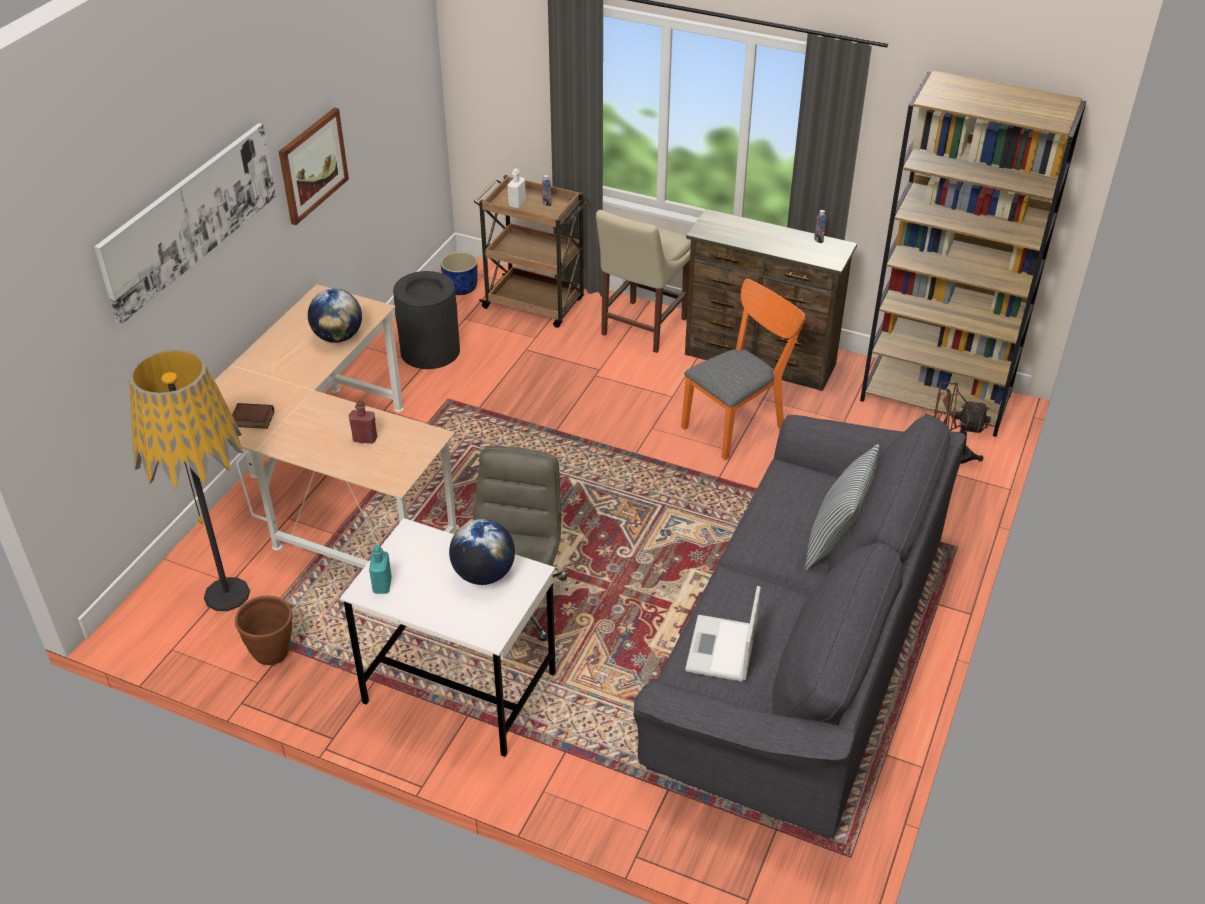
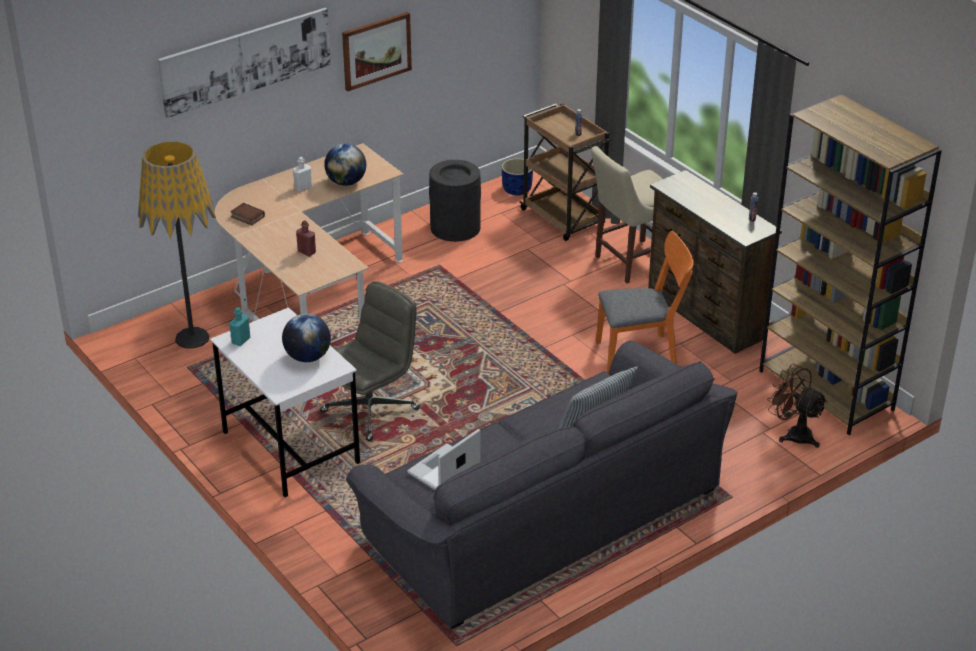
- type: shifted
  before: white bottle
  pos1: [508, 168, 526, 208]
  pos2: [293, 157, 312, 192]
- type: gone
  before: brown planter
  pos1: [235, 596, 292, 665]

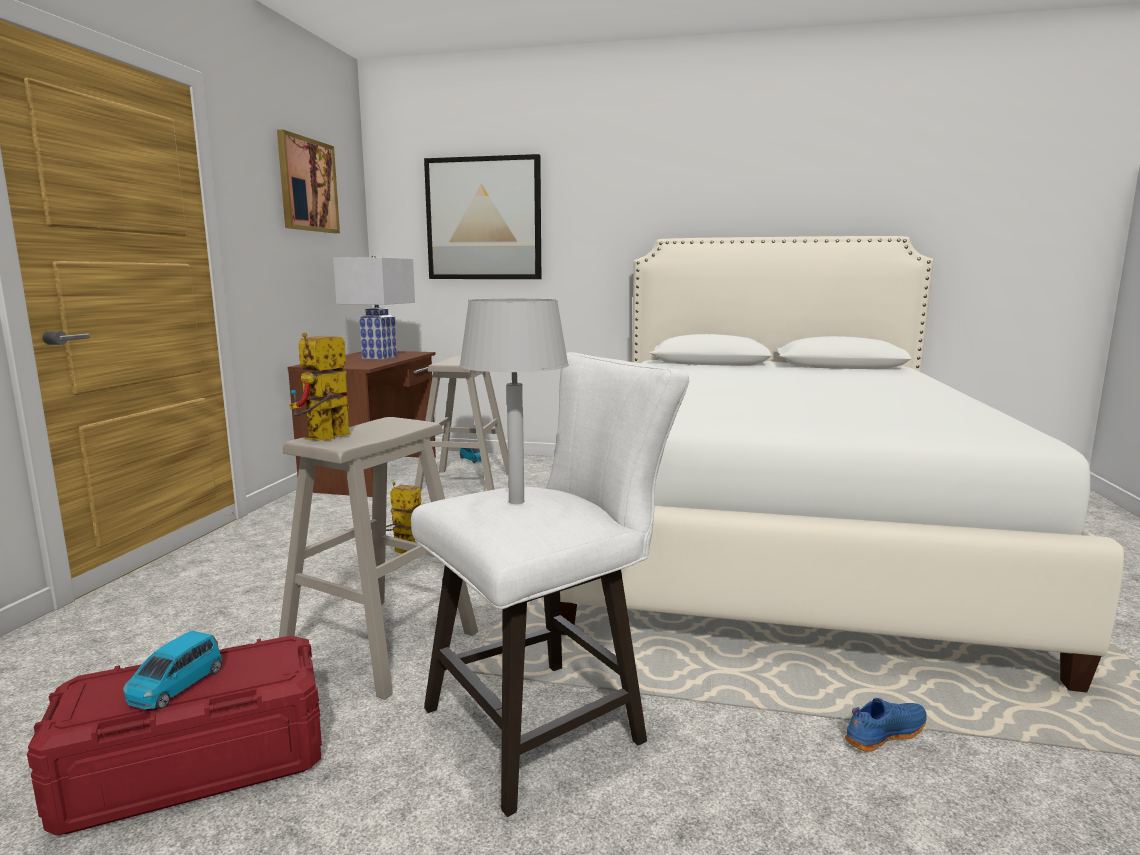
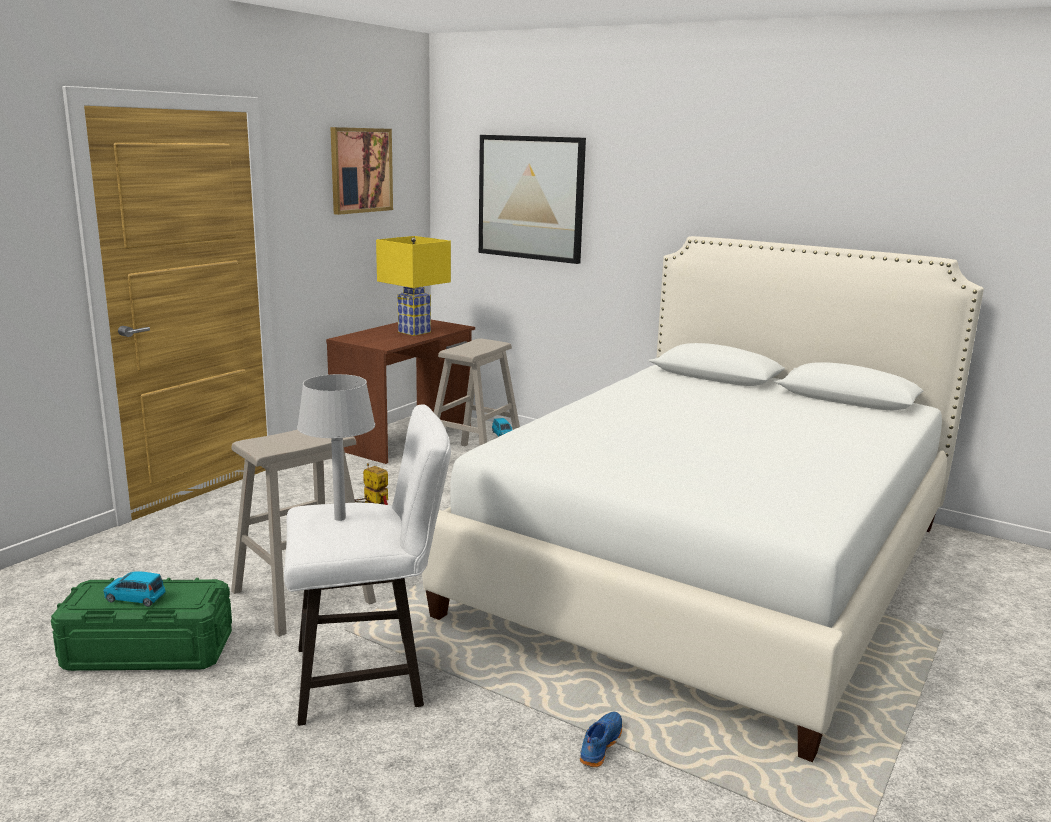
- type: repainted
  before: red storage box
  after: green storage box
  pos1: [27, 636, 322, 835]
  pos2: [51, 578, 232, 671]
- type: rotated
  before: blue toy car
  pos1: [123, 630, 222, 709]
  pos2: [103, 571, 165, 607]
  turn: 60
- type: repainted
  before: white table lamp
  after: yellow table lamp
  pos1: [333, 255, 415, 360]
  pos2: [376, 236, 451, 336]
- type: rotated
  before: blue shoe
  pos1: [845, 698, 926, 752]
  pos2: [580, 712, 622, 767]
  turn: -60
- type: gone
  before: toy robot
  pos1: [289, 333, 350, 441]

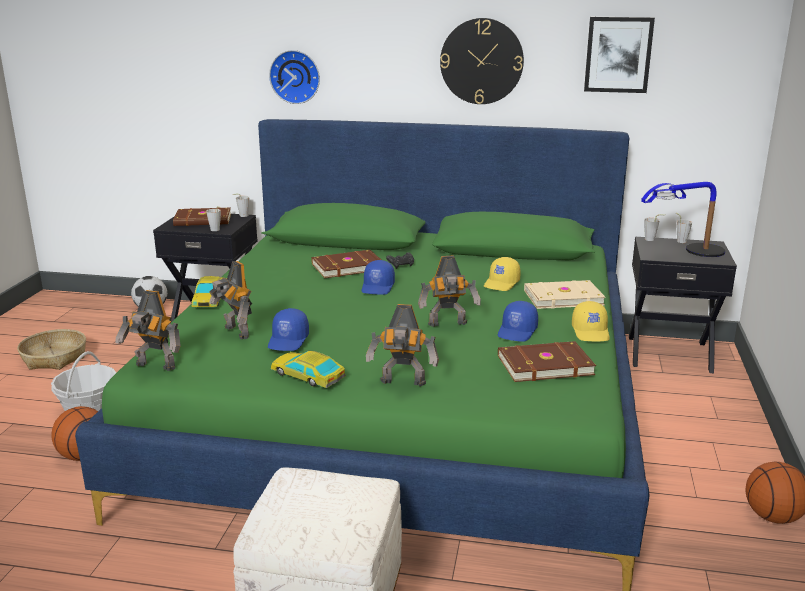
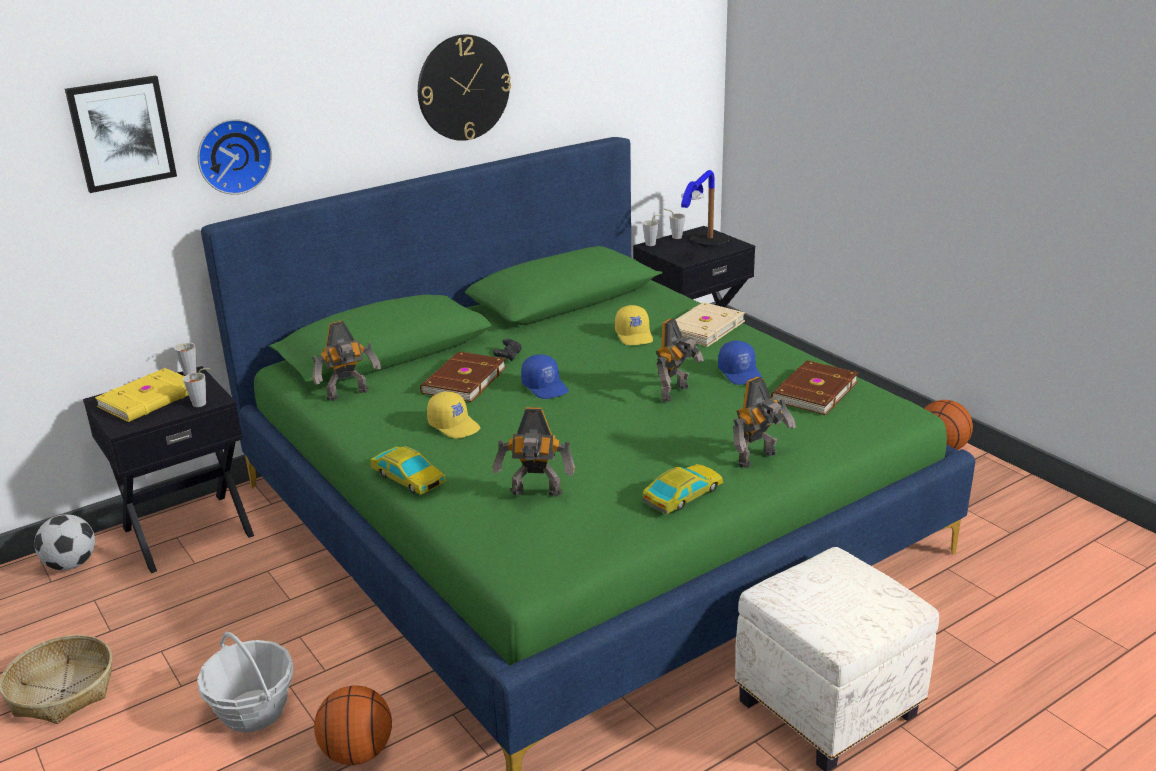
- type: shifted
  before: picture
  pos1: [584, 17, 655, 93]
  pos2: [65, 76, 177, 193]
- type: repainted
  before: brown book
  after: yellow book
  pos1: [173, 207, 231, 226]
  pos2: [95, 368, 188, 422]
- type: shifted
  before: toy robot
  pos1: [115, 290, 181, 371]
  pos2: [312, 321, 381, 401]
- type: shifted
  before: yellow cap
  pos1: [572, 301, 610, 342]
  pos2: [427, 391, 480, 439]
- type: rotated
  before: toy car
  pos1: [271, 351, 346, 388]
  pos2: [642, 464, 723, 514]
  turn: 150
- type: gone
  before: blue cap
  pos1: [268, 308, 309, 351]

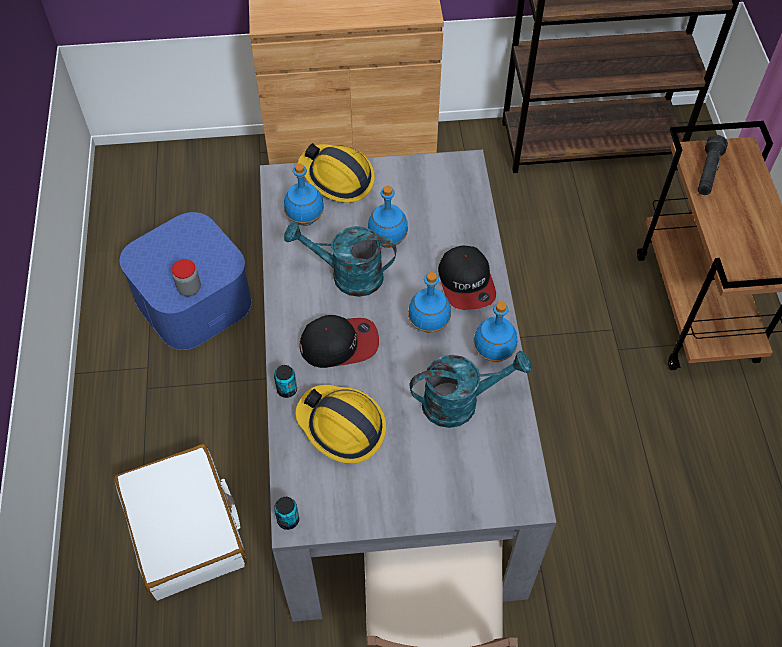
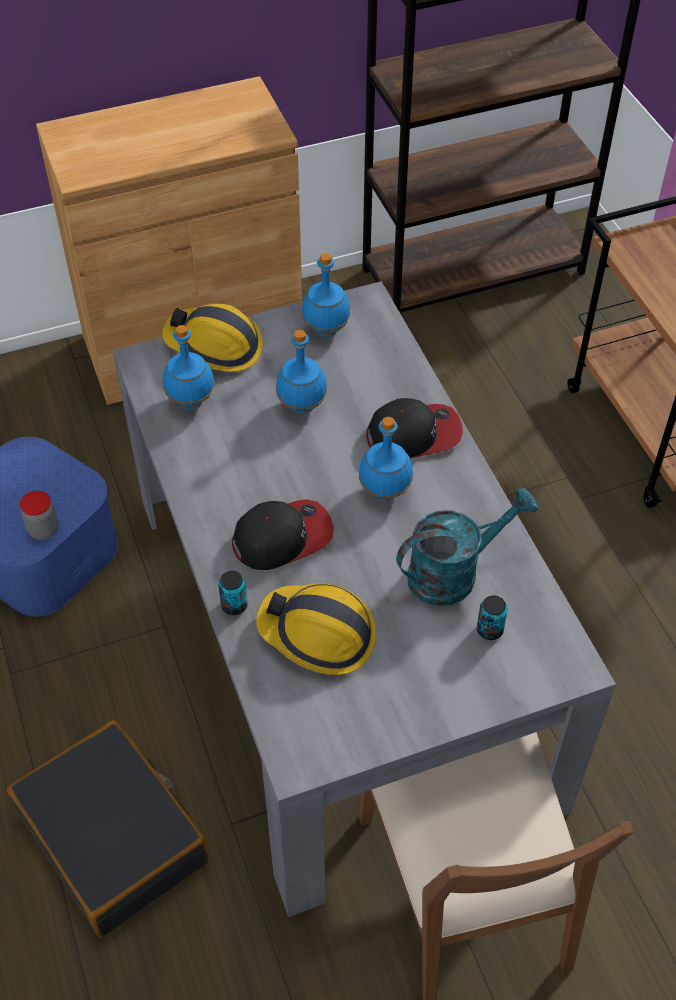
- type: repainted
  before: white suitcase
  after: black suitcase
  pos1: [114, 444, 247, 601]
  pos2: [7, 720, 208, 937]
- type: shifted
  before: blue bottle
  pos1: [473, 302, 517, 362]
  pos2: [302, 253, 350, 337]
- type: rotated
  before: cap
  pos1: [438, 246, 496, 310]
  pos2: [366, 398, 463, 458]
  turn: -75
- type: shifted
  before: can
  pos1: [274, 497, 299, 530]
  pos2: [477, 595, 508, 640]
- type: gone
  before: turquoise watering can
  pos1: [284, 222, 397, 297]
- type: gone
  before: black flashlight
  pos1: [698, 135, 728, 195]

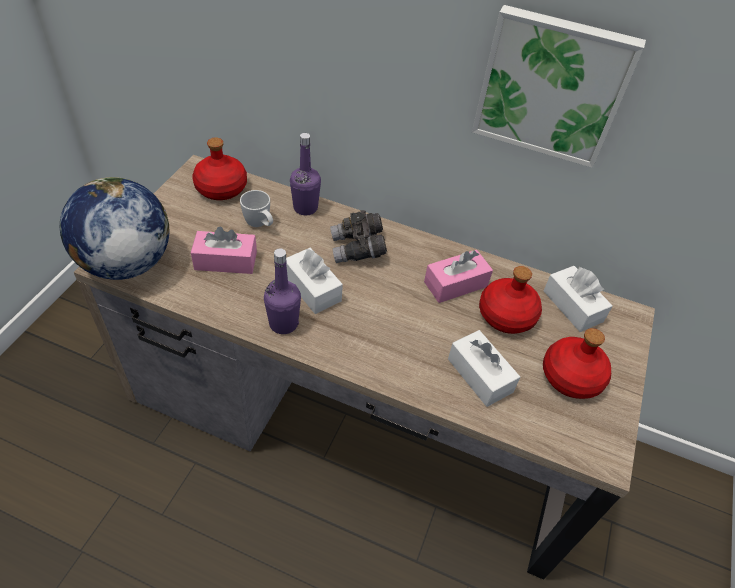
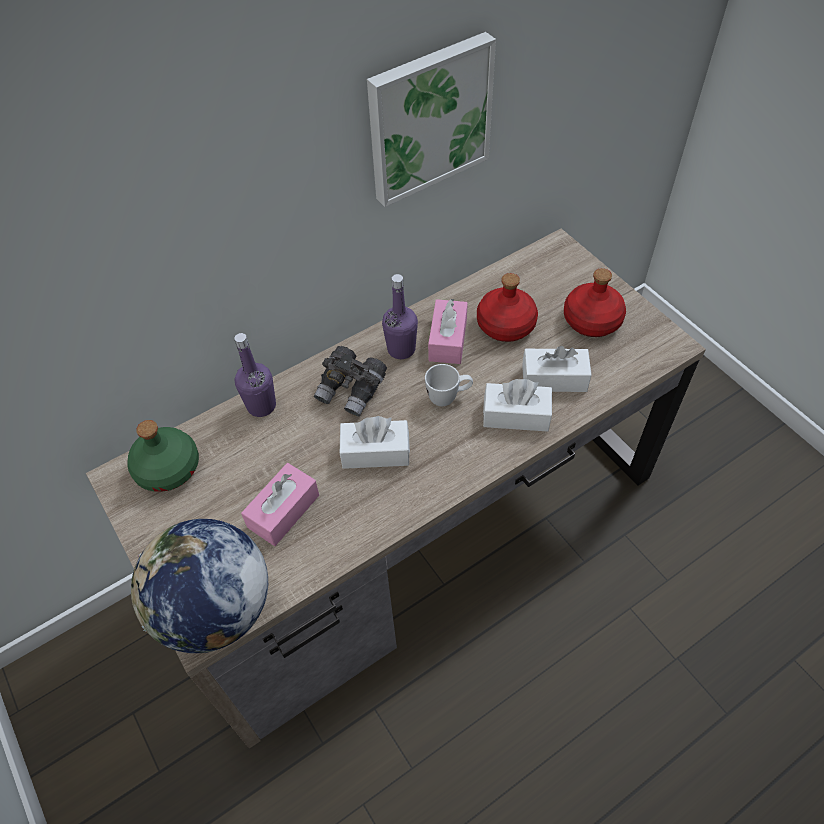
- type: repainted
  before: red bottle
  after: green bottle
  pos1: [192, 137, 247, 200]
  pos2: [127, 420, 199, 492]
- type: shifted
  before: purple bottle
  pos1: [264, 248, 301, 334]
  pos2: [382, 274, 418, 359]
- type: shifted
  before: white mug
  pos1: [240, 190, 273, 227]
  pos2: [425, 364, 473, 406]
- type: shifted
  before: white tissue box
  pos1: [544, 266, 613, 332]
  pos2: [483, 379, 552, 432]

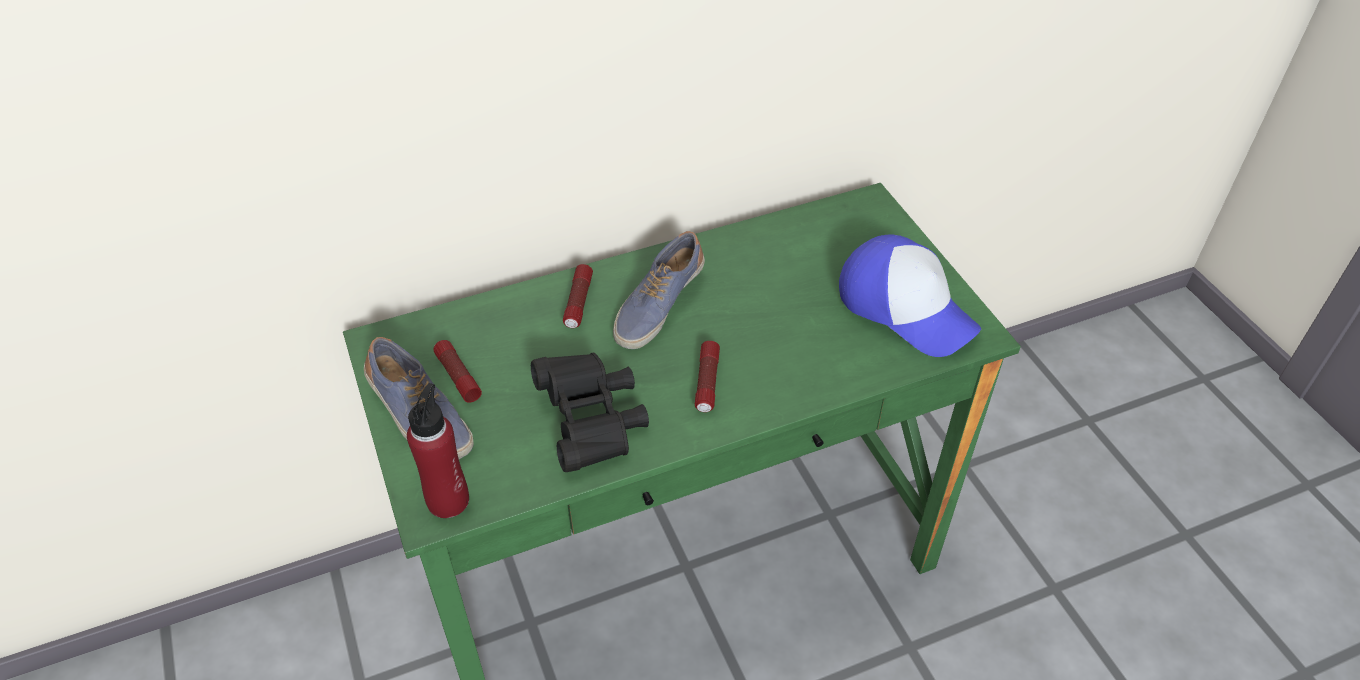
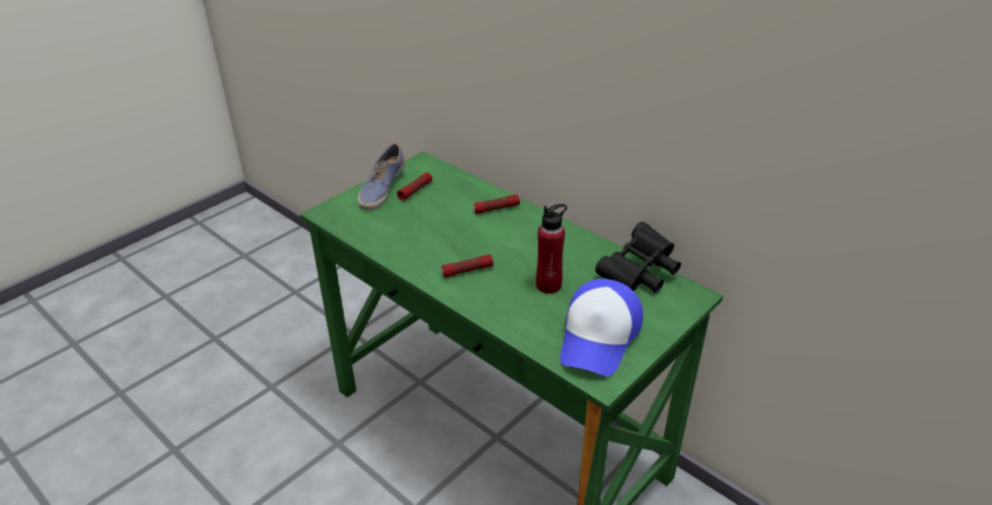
- type: shifted
  before: red bottle
  pos1: [407, 383, 469, 518]
  pos2: [536, 204, 567, 294]
- type: shifted
  before: black binoculars
  pos1: [531, 353, 649, 472]
  pos2: [595, 222, 681, 293]
- type: gone
  before: shoe
  pos1: [613, 231, 705, 349]

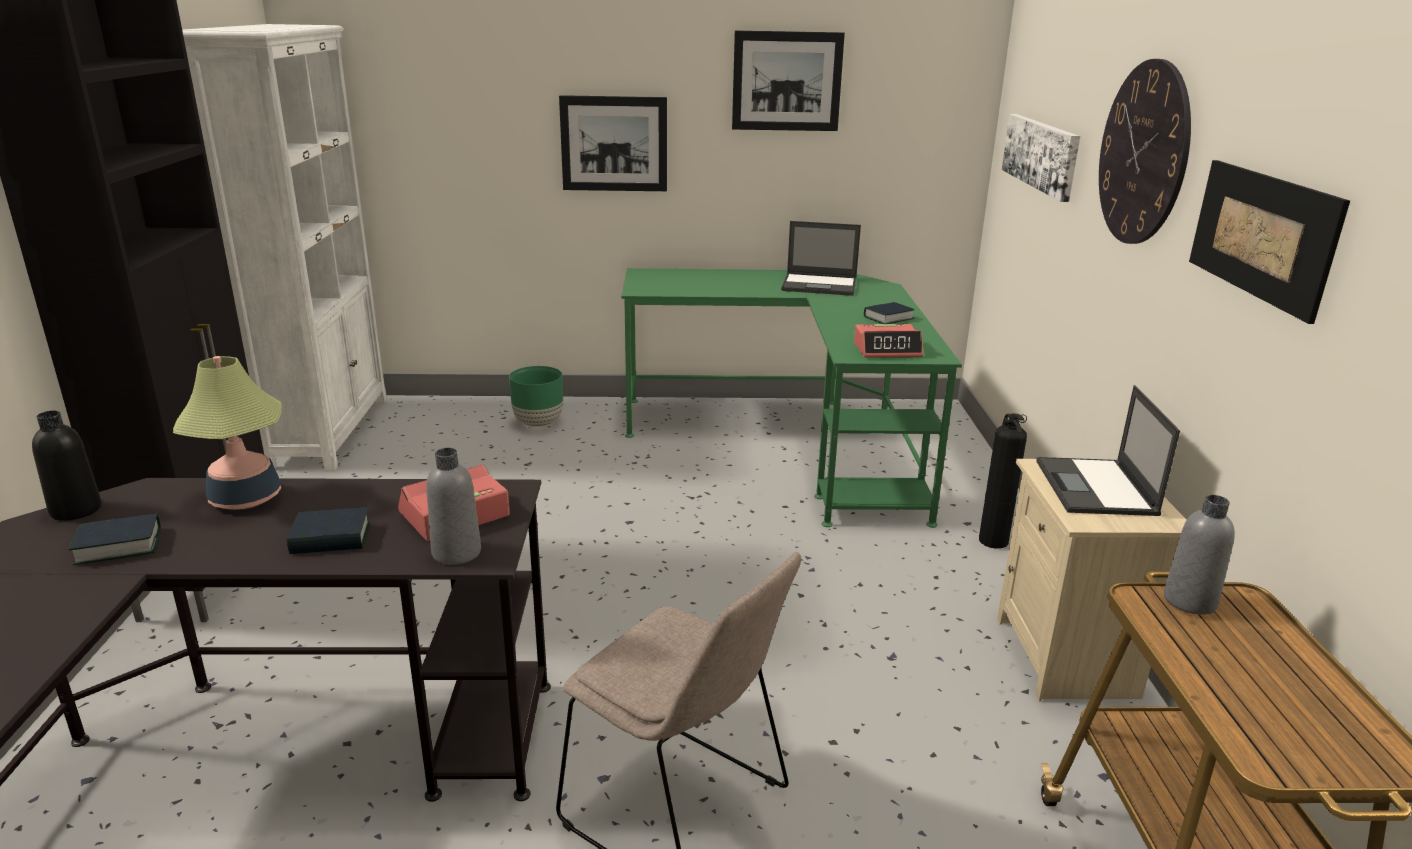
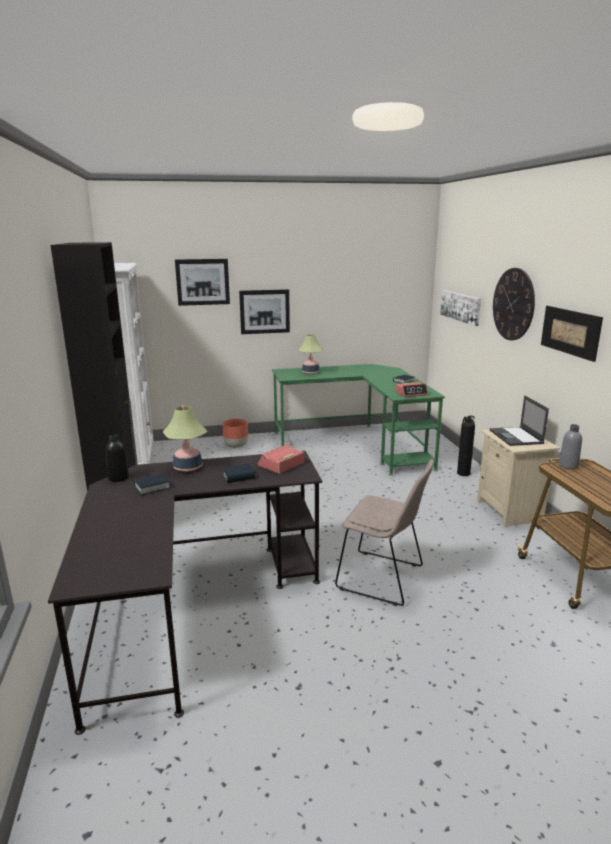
- type: shifted
  before: picture
  pos1: [732, 30, 845, 131]
  pos2: [175, 259, 230, 306]
- type: repainted
  before: green planter
  after: brown planter
  pos1: [509, 366, 563, 427]
  pos2: [222, 419, 248, 448]
- type: new
  after: table lamp
  pos2: [298, 334, 323, 374]
- type: gone
  before: grey bottle
  pos1: [426, 448, 481, 565]
- type: gone
  before: laptop
  pos1: [781, 221, 861, 296]

